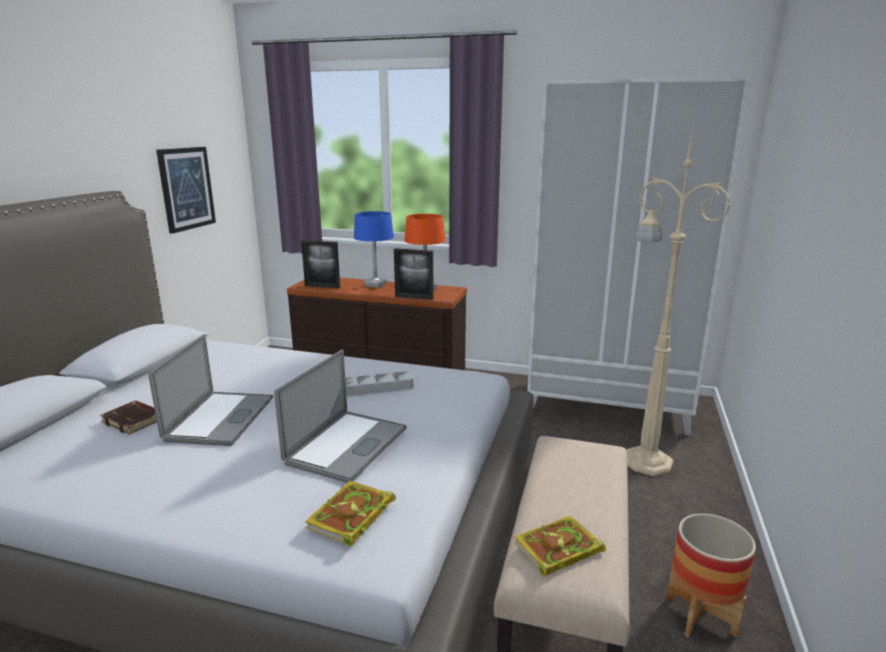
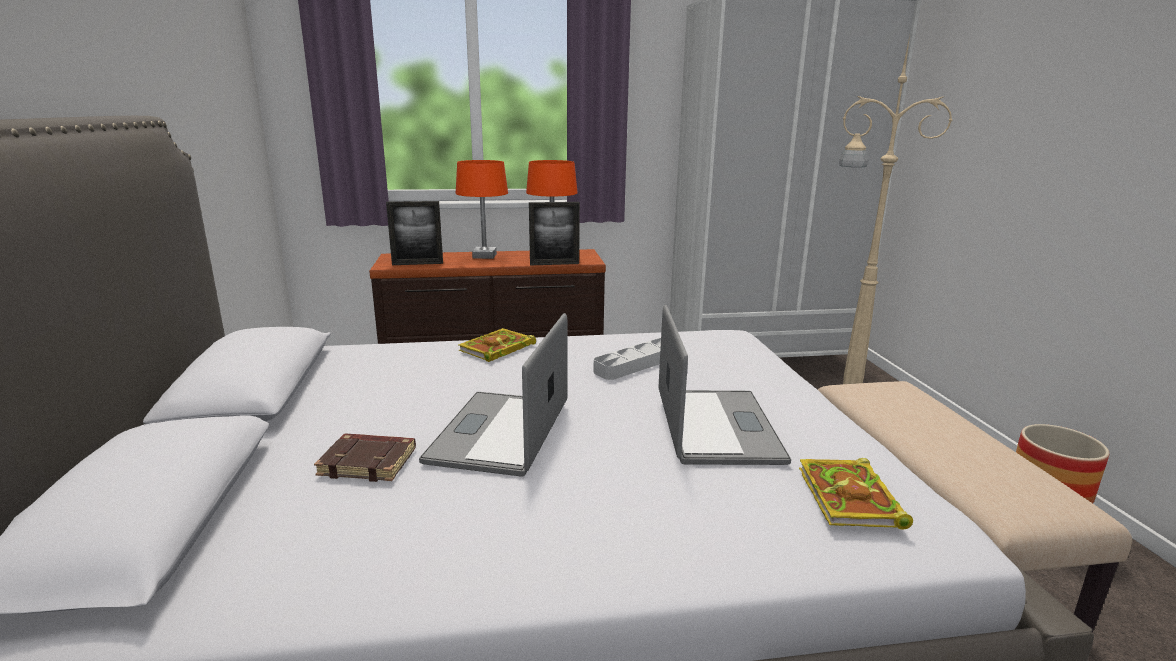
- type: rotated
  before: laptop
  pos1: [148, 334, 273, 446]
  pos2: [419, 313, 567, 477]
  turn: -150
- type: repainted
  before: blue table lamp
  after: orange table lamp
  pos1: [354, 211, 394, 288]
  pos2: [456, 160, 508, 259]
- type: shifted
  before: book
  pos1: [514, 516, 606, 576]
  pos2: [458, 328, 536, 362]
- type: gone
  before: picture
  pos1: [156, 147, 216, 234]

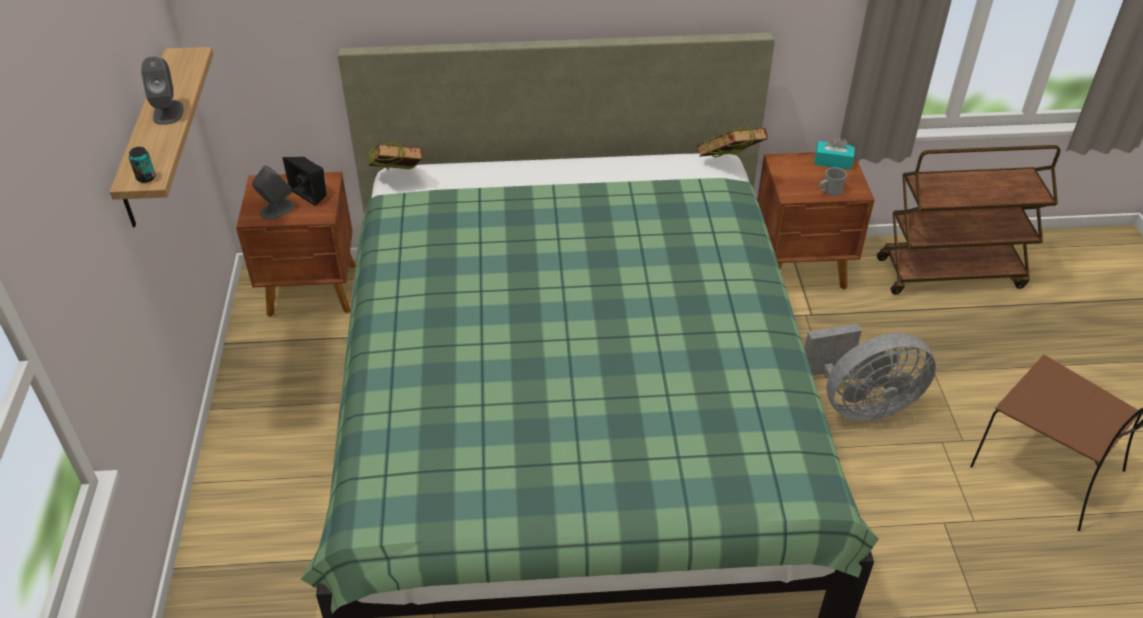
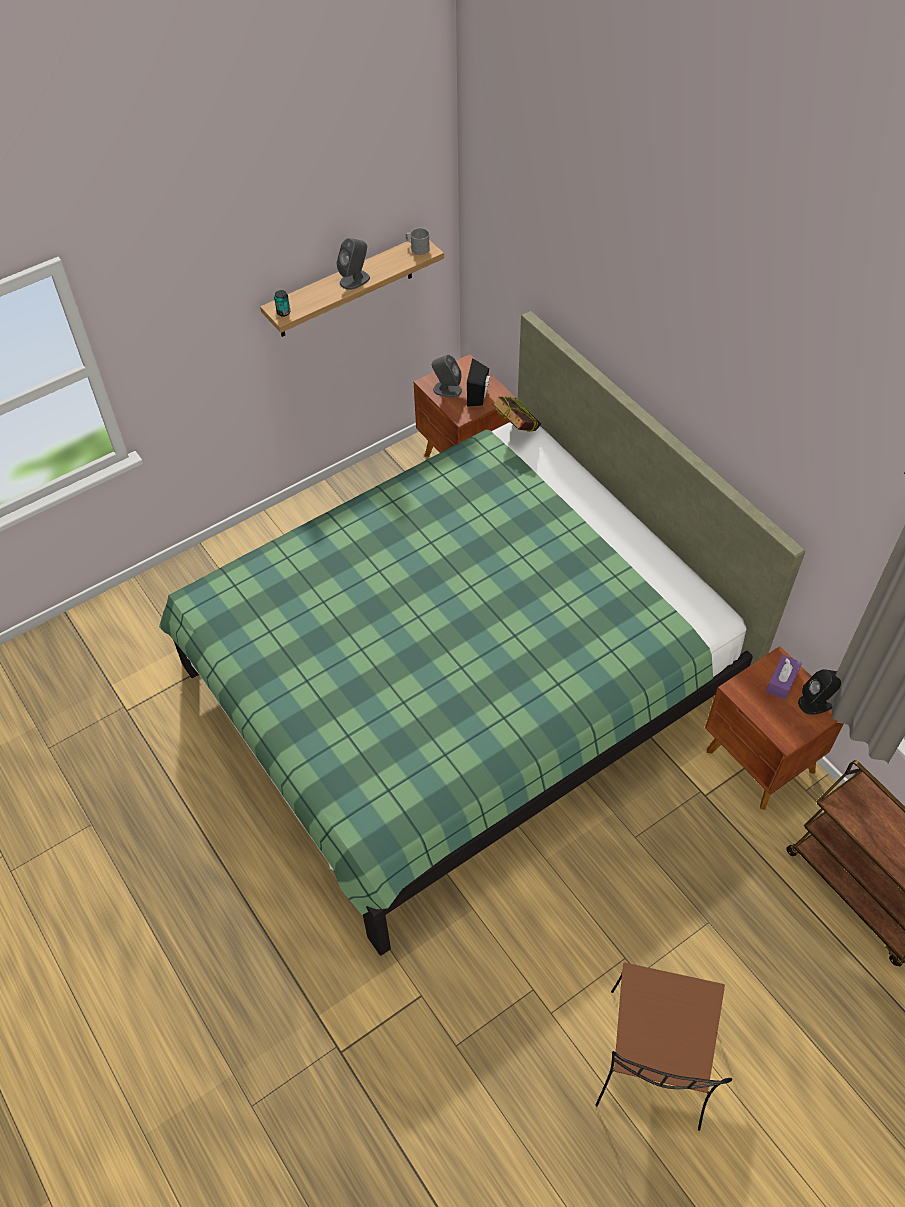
- type: shifted
  before: grey mug
  pos1: [819, 167, 847, 196]
  pos2: [406, 228, 430, 255]
- type: new
  after: purple tissue box
  pos2: [766, 655, 802, 700]
- type: swapped
  before: turquoise tissue box
  after: black speaker
  pos1: [814, 136, 855, 170]
  pos2: [798, 669, 841, 715]
- type: gone
  before: book
  pos1: [697, 127, 768, 157]
- type: gone
  before: grey fan
  pos1: [804, 324, 936, 421]

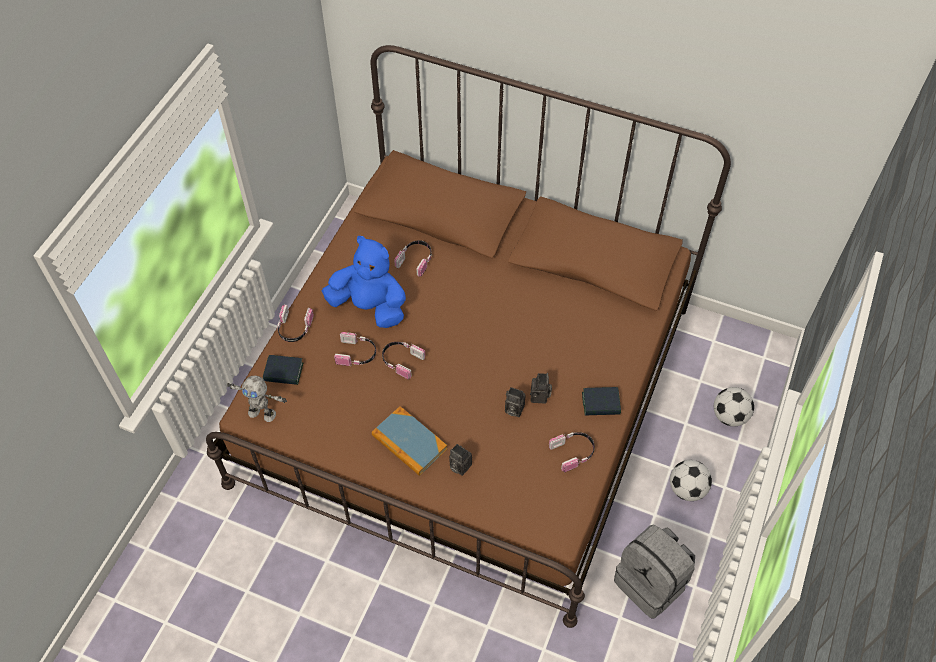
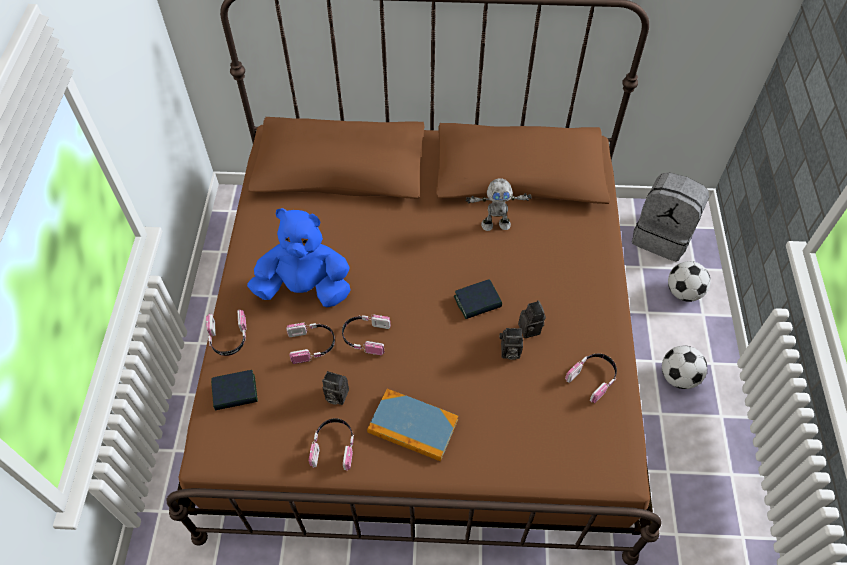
- type: shifted
  before: headphones
  pos1: [394, 240, 431, 277]
  pos2: [309, 418, 354, 471]
- type: shifted
  before: photo camera
  pos1: [449, 444, 472, 476]
  pos2: [322, 371, 349, 405]
- type: shifted
  before: book
  pos1: [582, 387, 621, 415]
  pos2: [454, 279, 502, 319]
- type: shifted
  before: toy robot
  pos1: [227, 375, 287, 422]
  pos2: [465, 178, 532, 231]
- type: shifted
  before: grey backpack
  pos1: [614, 524, 695, 619]
  pos2: [632, 173, 709, 261]

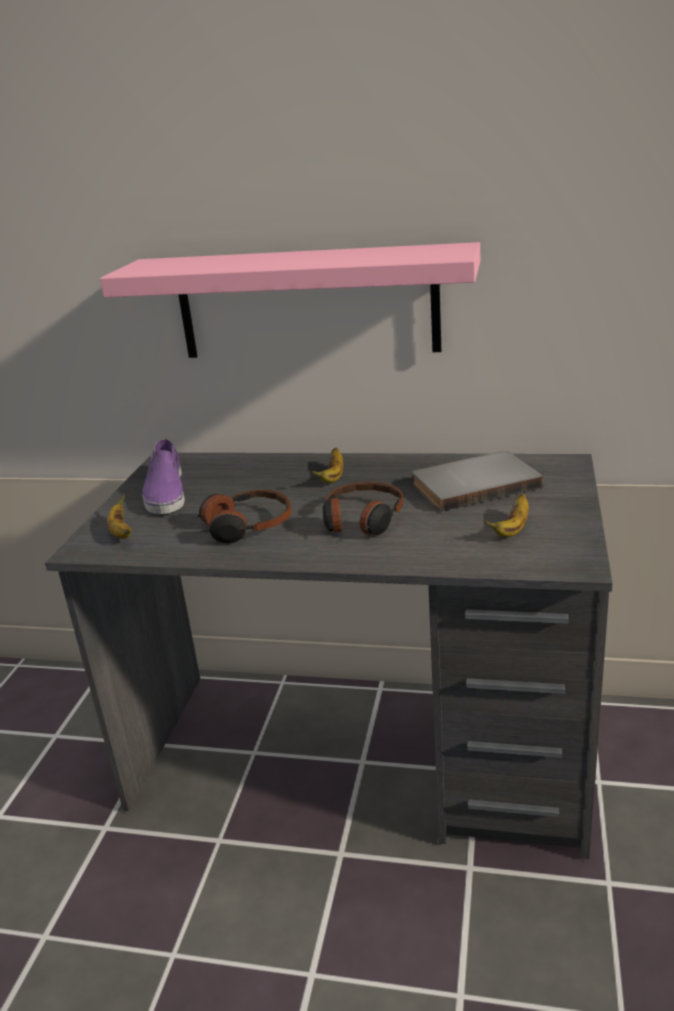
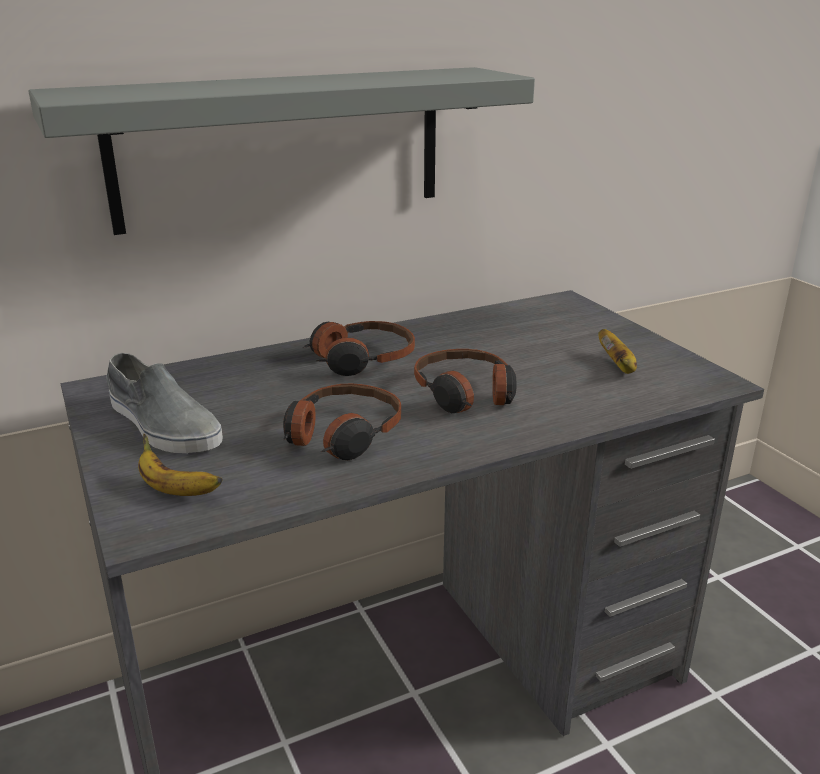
- type: repainted
  before: pink shelf
  after: grey shelf
  pos1: [100, 242, 480, 358]
  pos2: [29, 67, 535, 235]
- type: repainted
  before: purple shoe
  after: grey shoe
  pos1: [142, 439, 185, 514]
  pos2: [106, 353, 223, 453]
- type: swapped
  before: banana
  after: headphones
  pos1: [311, 448, 343, 483]
  pos2: [303, 321, 415, 376]
- type: gone
  before: grey book
  pos1: [412, 451, 544, 512]

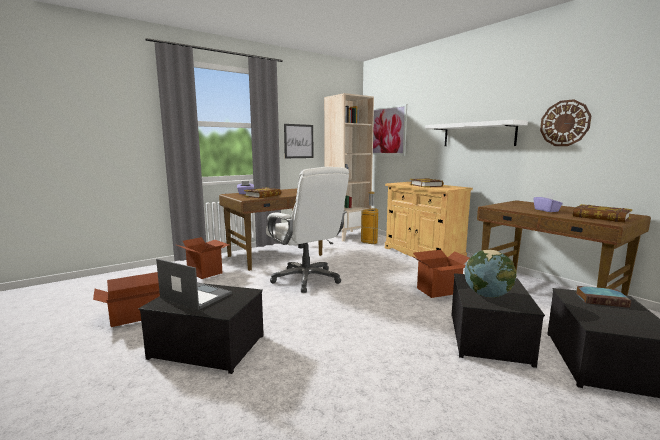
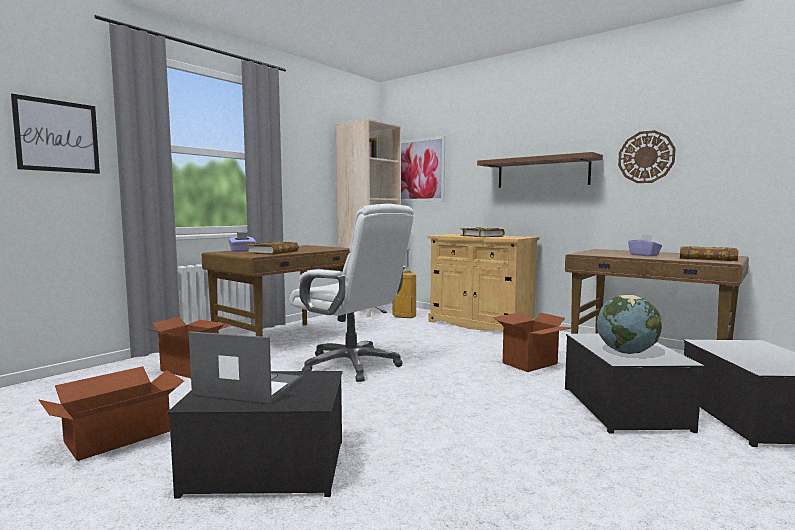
- type: shifted
  before: picture
  pos1: [284, 124, 314, 158]
  pos2: [11, 94, 100, 174]
- type: repainted
  before: white shelf
  after: brown shelf
  pos1: [425, 120, 528, 146]
  pos2: [477, 152, 603, 188]
- type: gone
  before: book
  pos1: [576, 286, 631, 308]

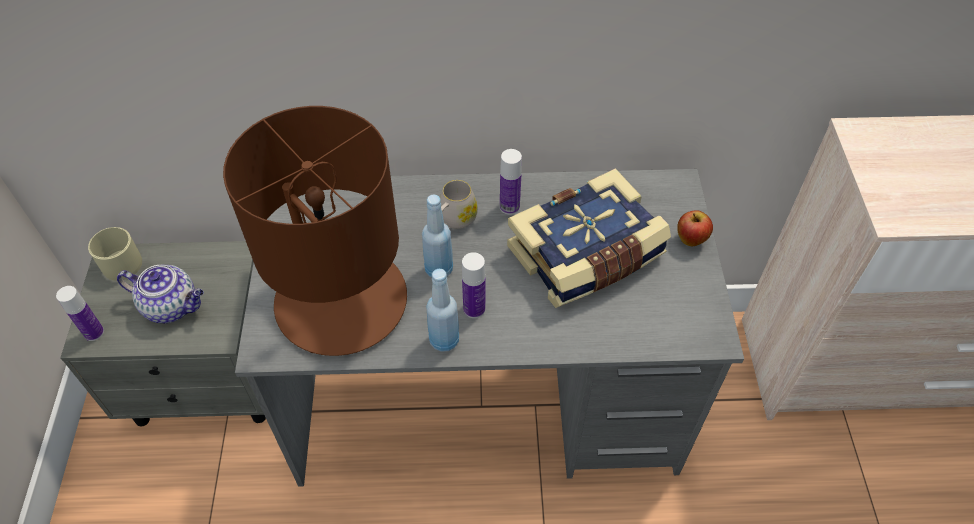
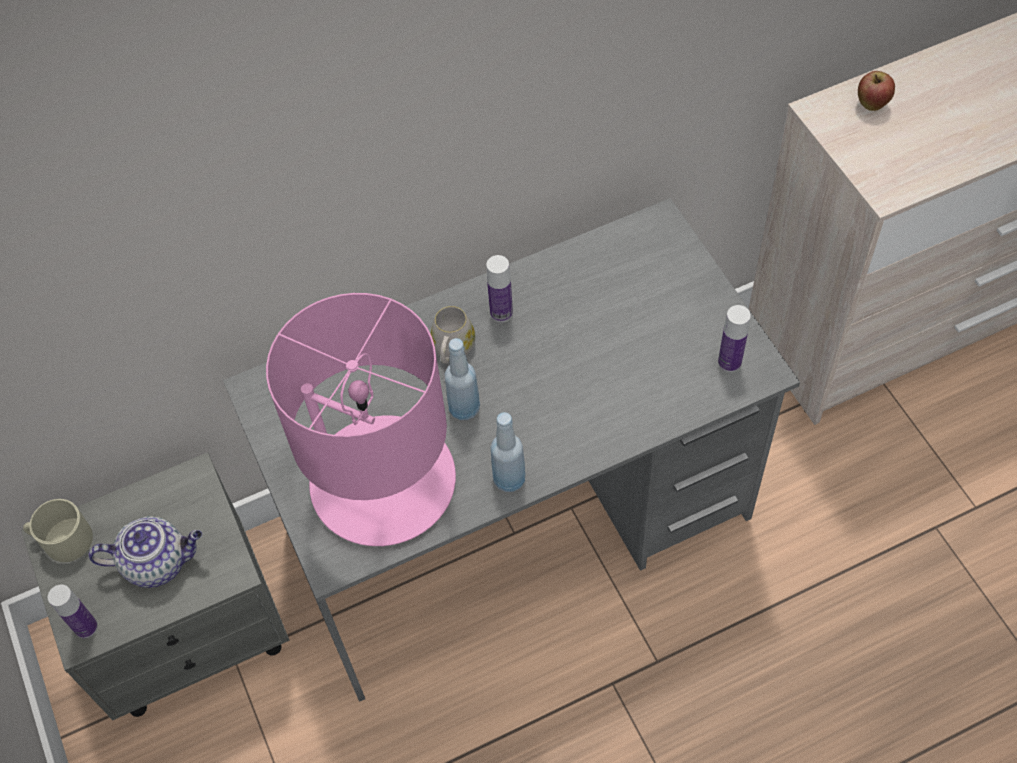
- type: repainted
  before: brown table lamp
  after: pink table lamp
  pos1: [223, 106, 407, 356]
  pos2: [266, 293, 456, 547]
- type: shifted
  before: bottle
  pos1: [462, 252, 485, 318]
  pos2: [718, 305, 751, 372]
- type: shifted
  before: apple
  pos1: [677, 210, 713, 246]
  pos2: [858, 71, 895, 111]
- type: gone
  before: book
  pos1: [507, 168, 671, 308]

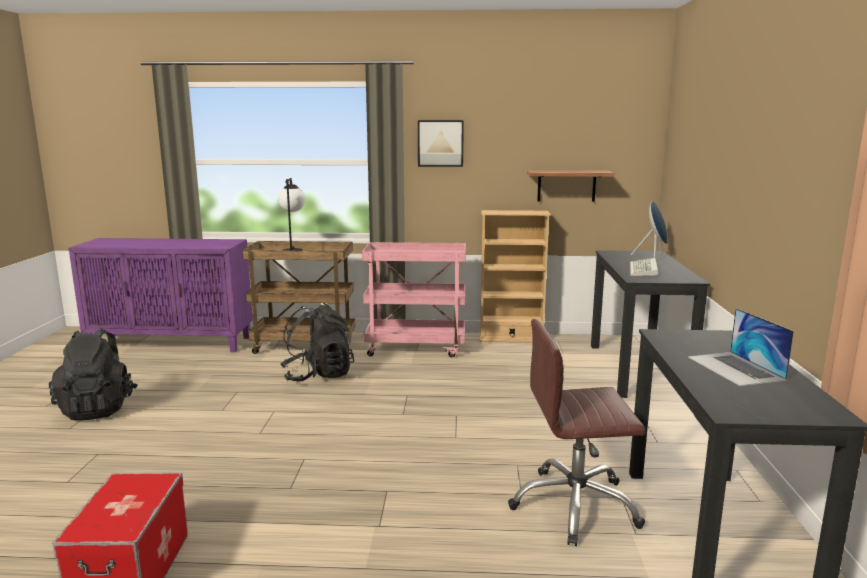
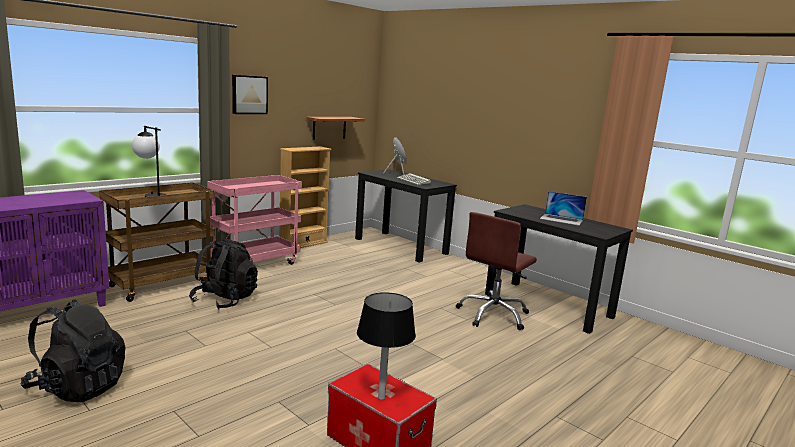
- type: new
  after: black table lamp
  pos2: [357, 292, 416, 400]

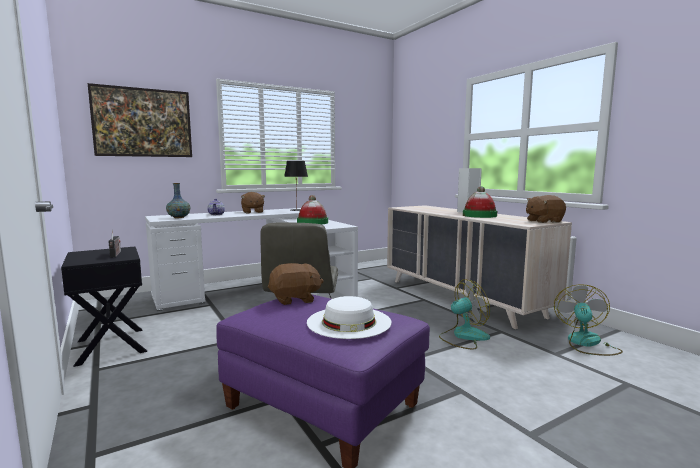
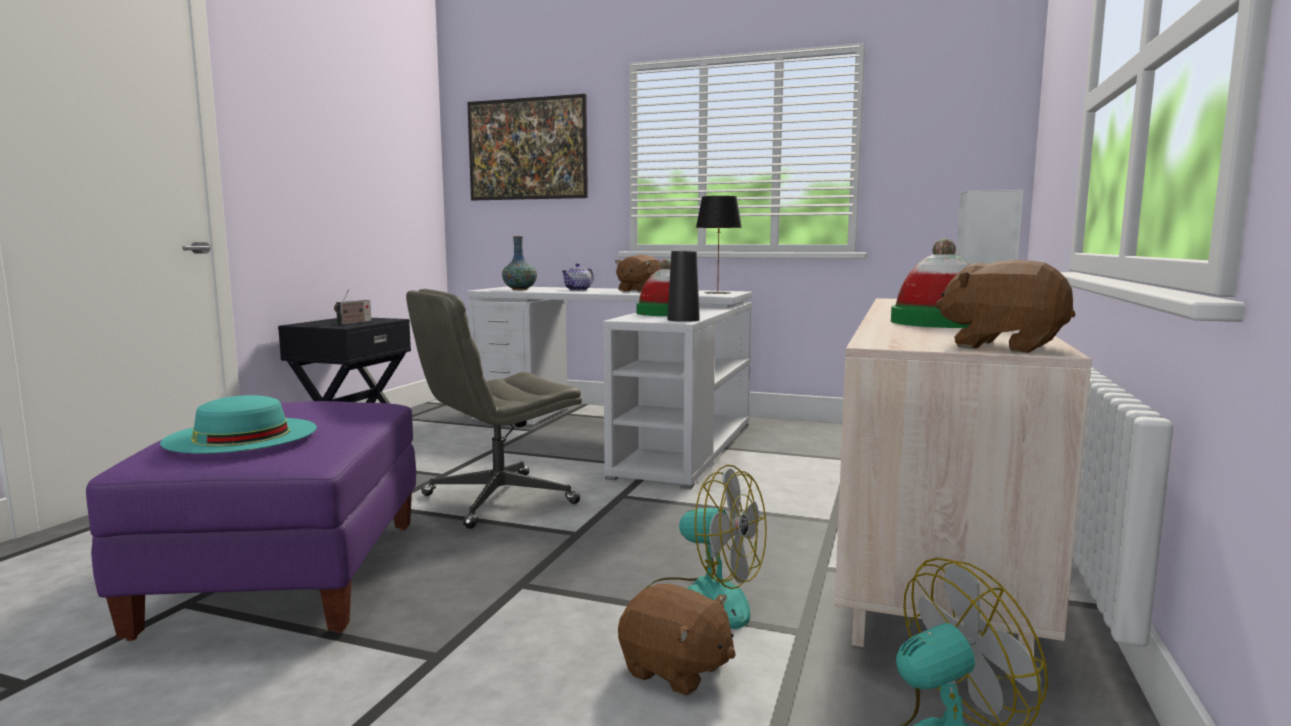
- type: repainted
  before: white hat
  after: turquoise hat
  pos1: [307, 296, 391, 339]
  pos2: [160, 395, 317, 454]
- type: shifted
  before: brown plush toy
  pos1: [268, 263, 324, 305]
  pos2: [618, 584, 736, 695]
- type: new
  after: black vase
  pos2: [667, 251, 700, 322]

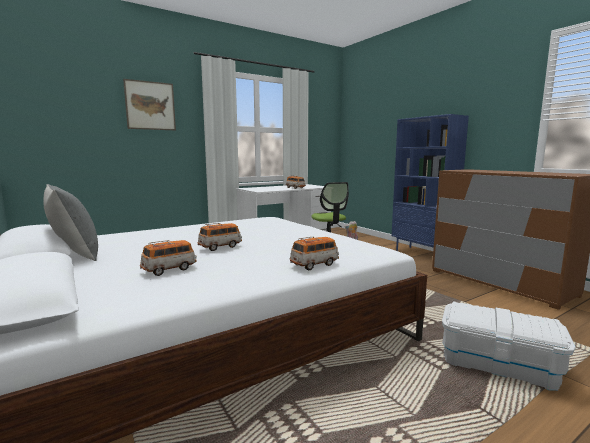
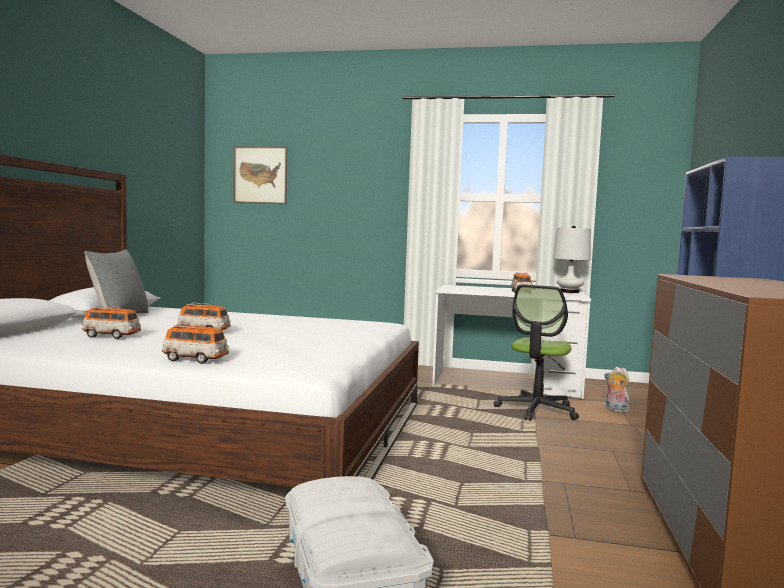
- type: shifted
  before: picture
  pos1: [123, 79, 176, 130]
  pos2: [233, 146, 287, 204]
- type: new
  after: white table lamp
  pos2: [553, 226, 591, 293]

